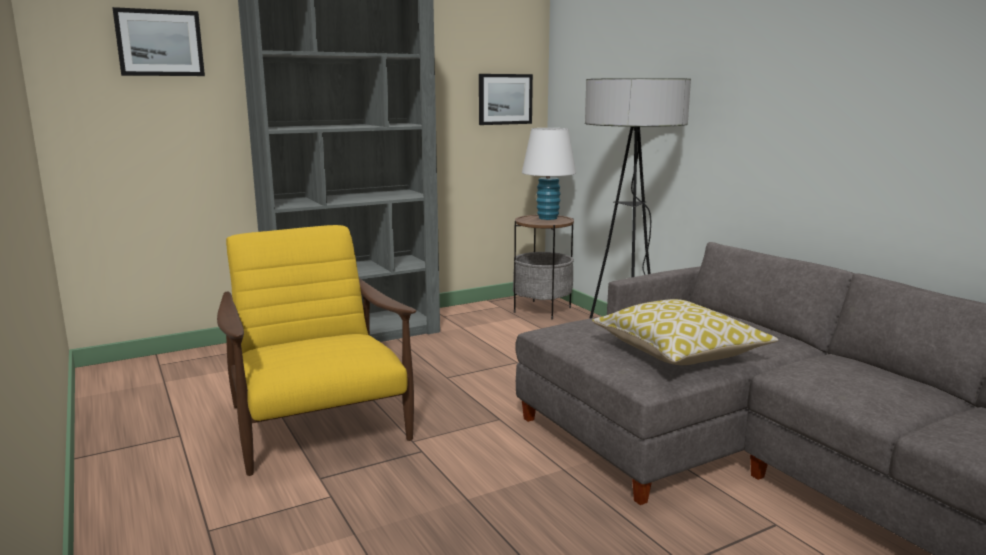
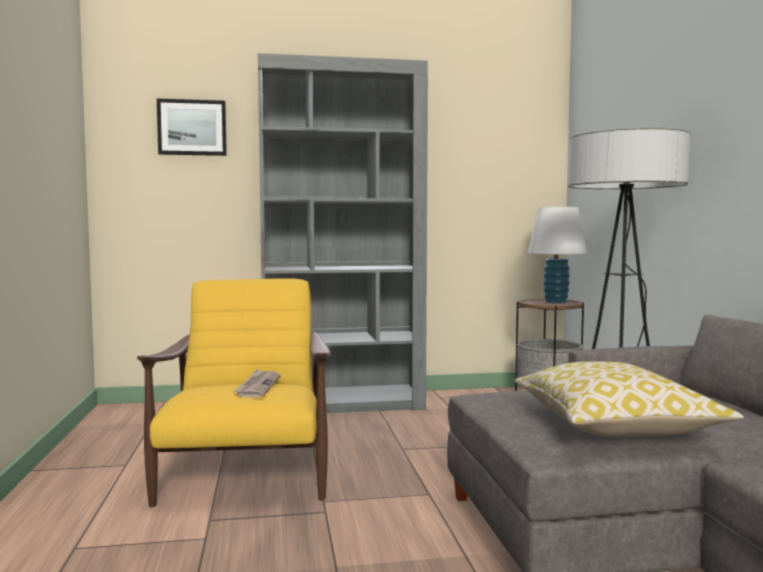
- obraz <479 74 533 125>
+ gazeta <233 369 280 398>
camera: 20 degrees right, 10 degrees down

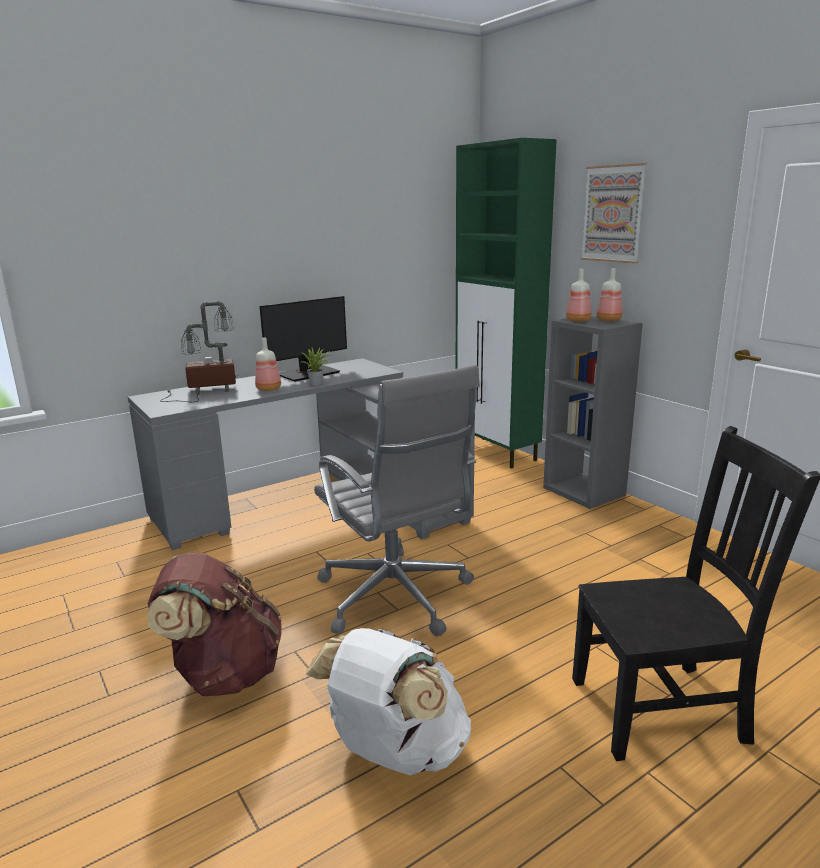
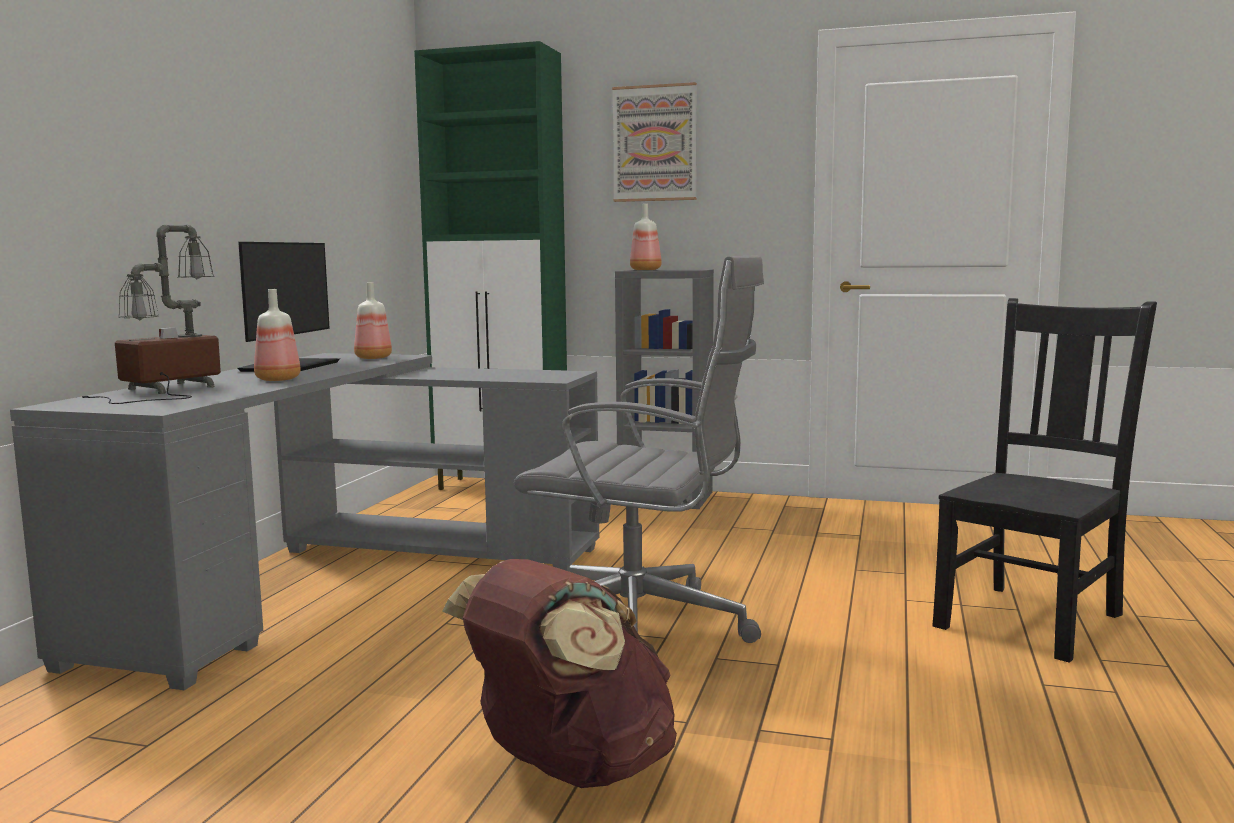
- roślina doniczkowa <301 348 330 386>
- plecak (biały) <306 628 471 775>
~ butelka <597 268 622 321> to <354 282 392 359>
camera: 40 degrees left, 10 degrees down

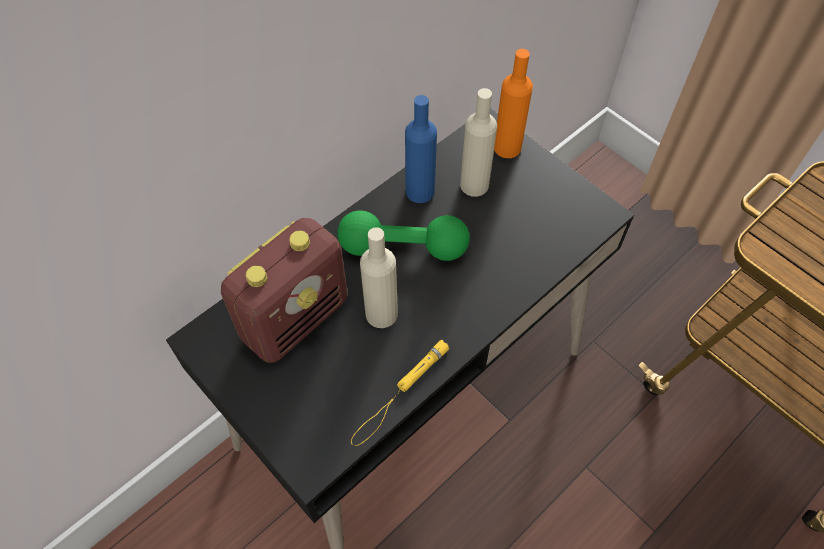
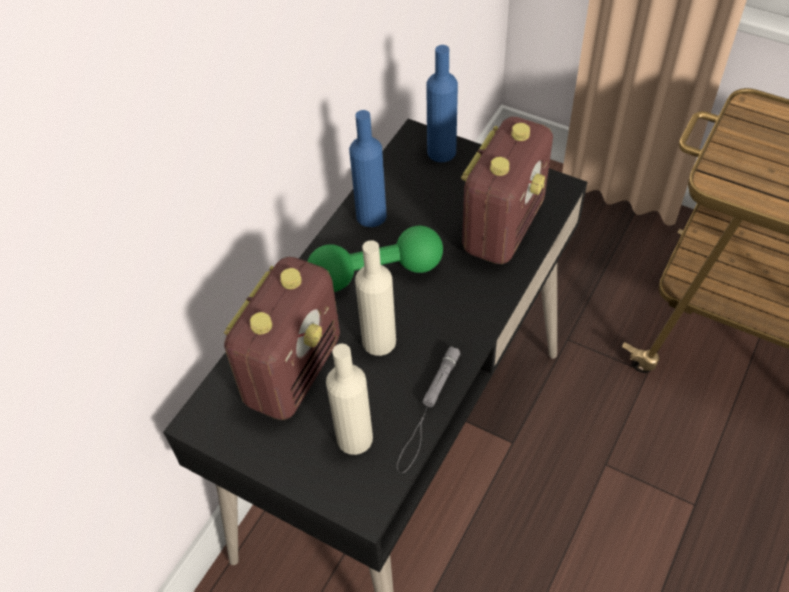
~ latarka (żółty) <351 340 449 446> to latarka (szary) <397 346 461 473>
~ butelka (beżowy) <460 88 497 197> to <326 344 373 455>
~ butelka (pomarańczowy) <494 49 533 158> to butelka (niebieski) <426 45 458 162>
+ radio <461 117 553 264>
camera: 15 degrees left, 5 degrees down

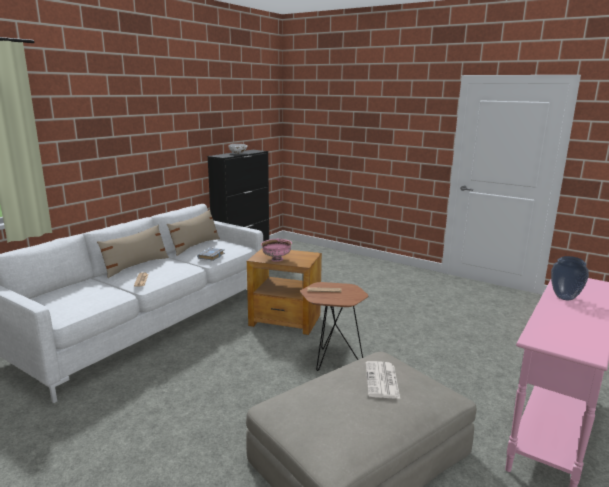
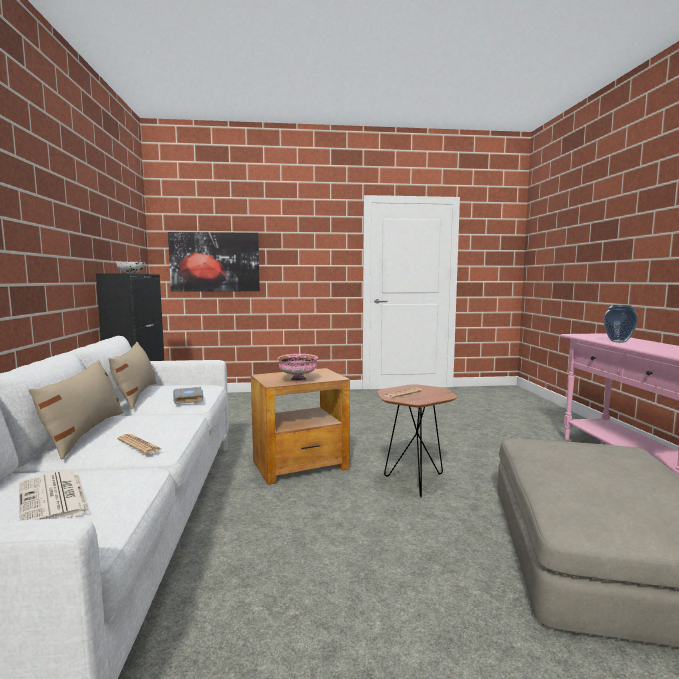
~ gazeta <366 361 400 399> to <19 470 90 520>
+ obraz <168 232 260 292>
camera: 40 degrees left, 10 degrees down

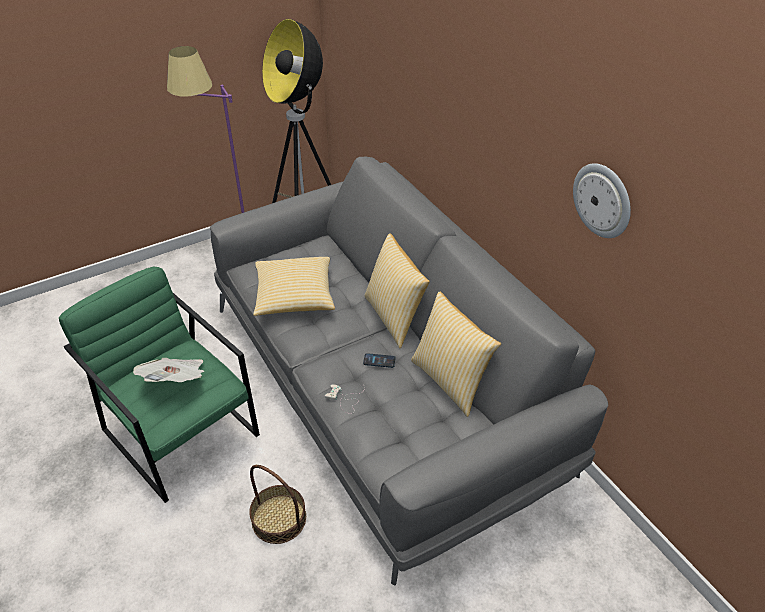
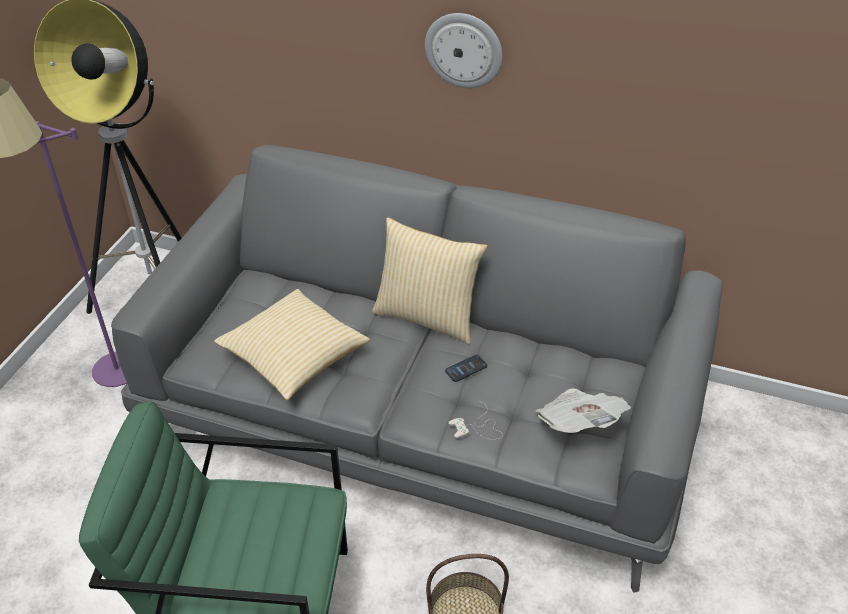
~ gazeta <133 358 204 382> to <535 388 631 433>
- poduszka <411 292 501 417>
~ zegar ścienny <573 163 631 238> to <425 13 503 88>
camera: 40 degrees left, 0 degrees up

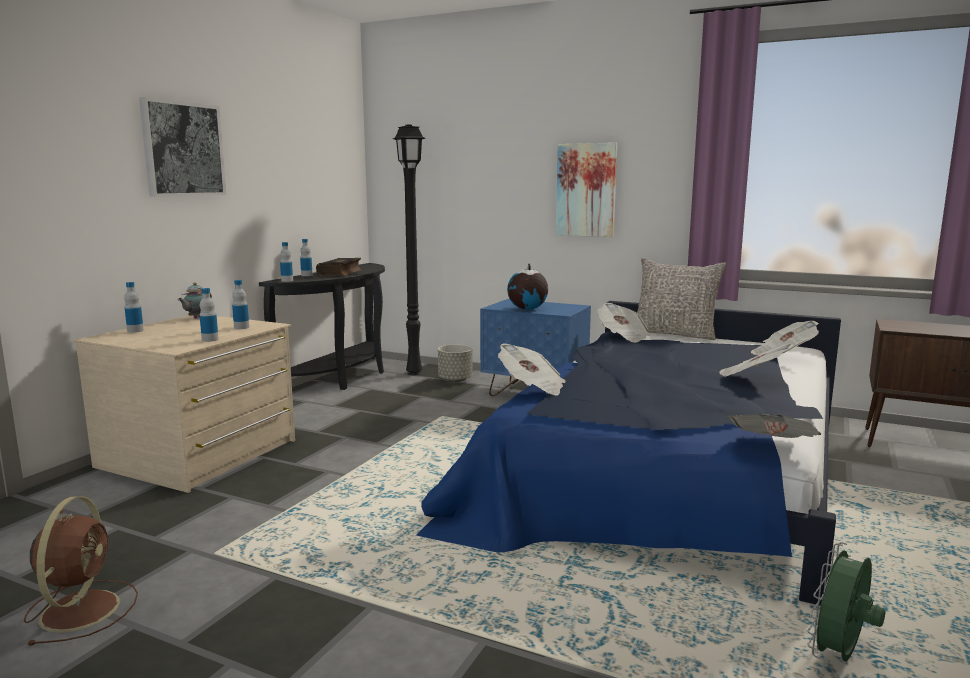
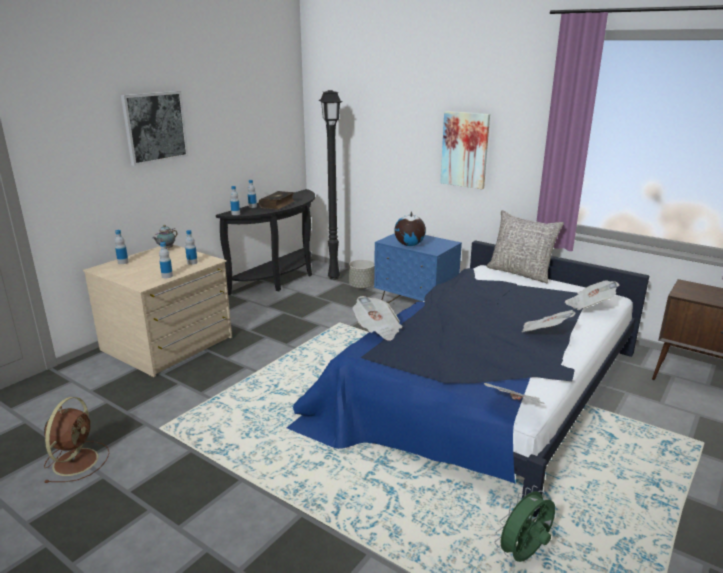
- gazeta <597 303 651 343>
camera: 10 degrees right, 10 degrees up

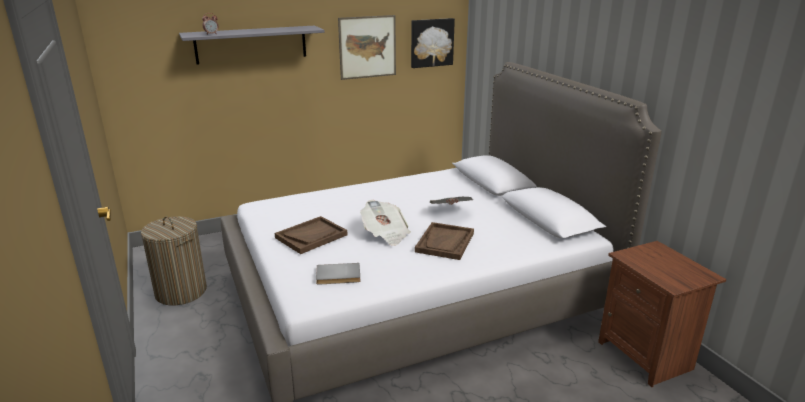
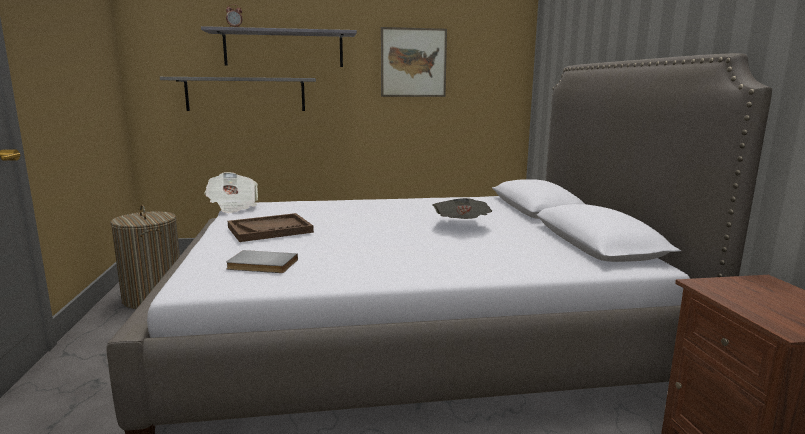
~ gazeta <360 200 411 246> to <204 172 258 213>
- obraz <411 18 455 68>
- taca (brązowy) <415 222 474 260>
+ półka (szary) <160 77 316 111>
camera: 15 degrees right, 10 degrees down

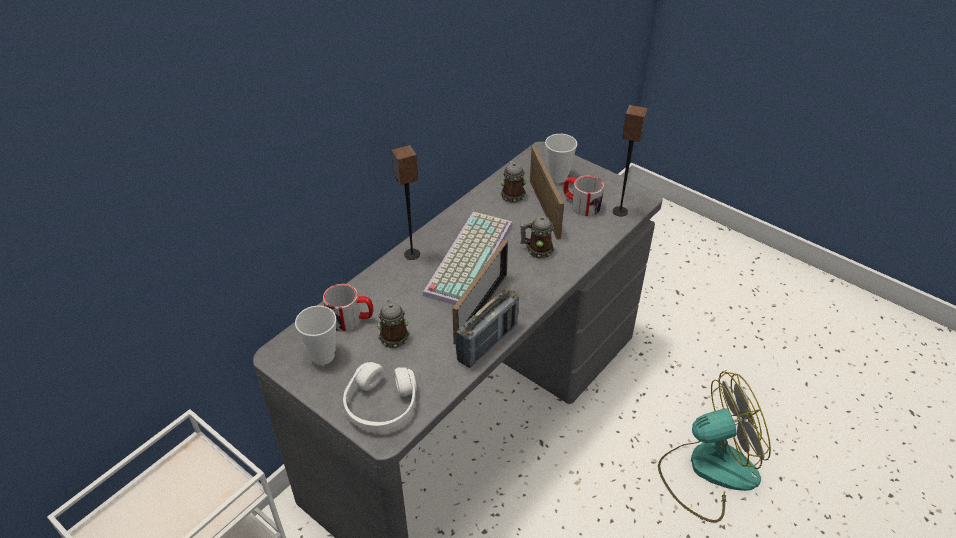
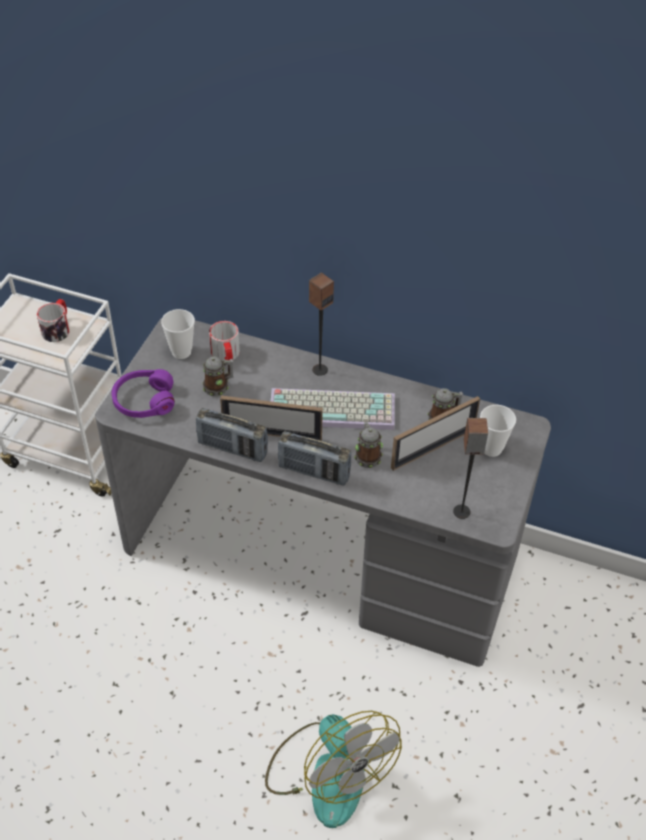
~ słuchawki (biały) <343 362 417 431> to słuchawki (fioletowy) <112 369 175 418>
~ kubek <563 176 604 217> to <37 299 70 342>
+ radio <278 431 351 486>
camera: 70 degrees right, 5 degrees up

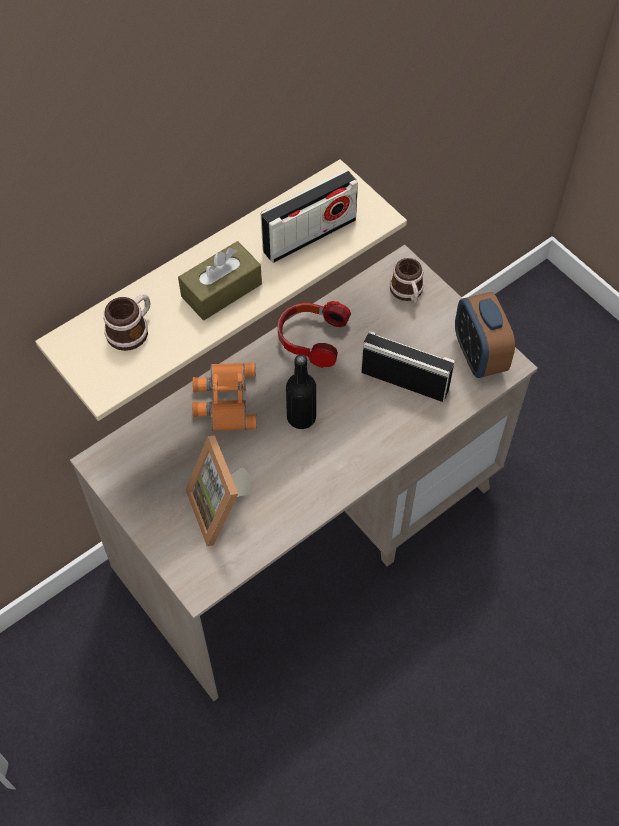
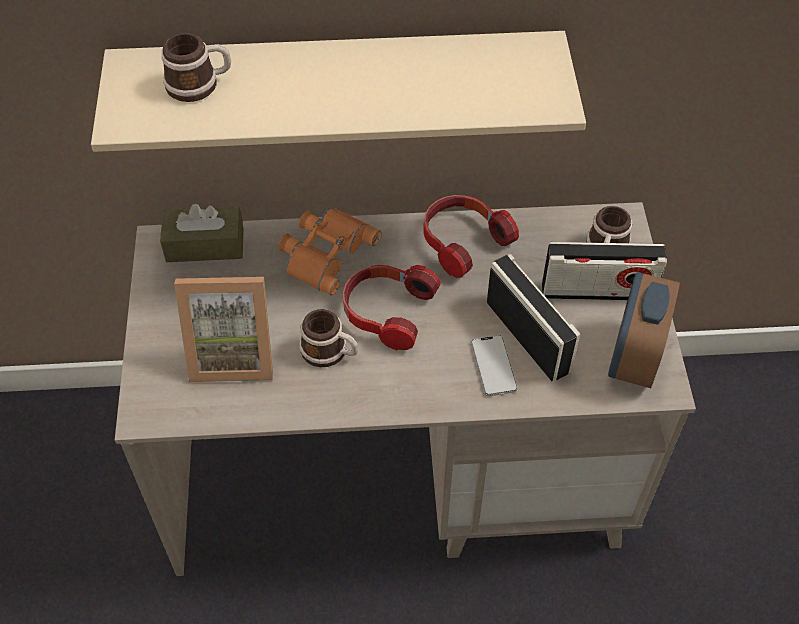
~ pudełko chusteczek (brązowy) <178 241 262 320> to <160 204 244 262>
~ ramka na zdjęcie <185 435 251 546> = <174 277 273 382> 105 degrees counterclockwise
~ radio <261 170 358 263> to <542 242 667 300>
~ butelka (czarny) <286 355 316 429> to słuchawki <343 265 441 350>
+ kubek <299 309 358 367>
+ telefon <471 335 517 397>
camera: 35 degrees right, 5 degrees down

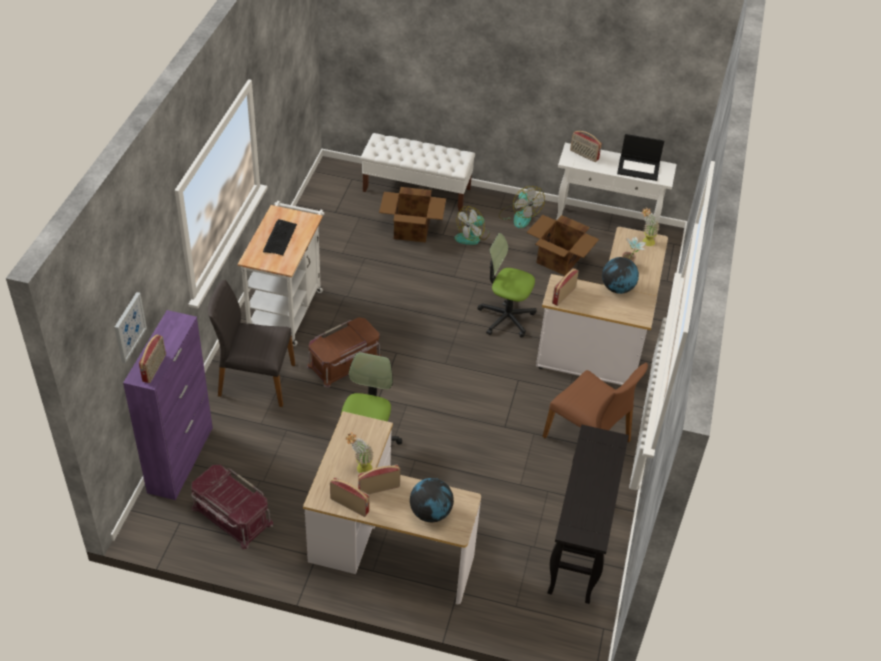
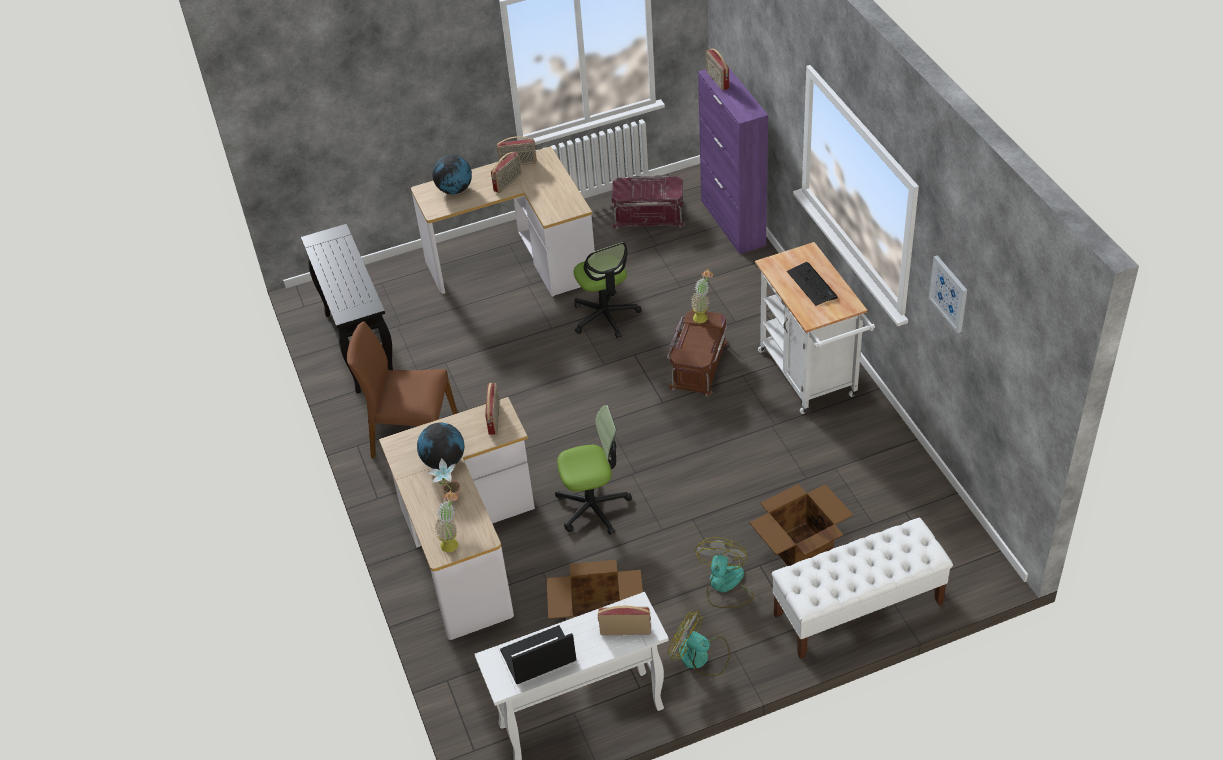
~ obraz <114 292 147 363> to <929 255 967 333>
- krzesło (szary) <208 280 295 407>
~ roślina doniczkowa <346 432 374 473> to <691 269 713 323>
camera: 150 degrees right, 0 degrees up

